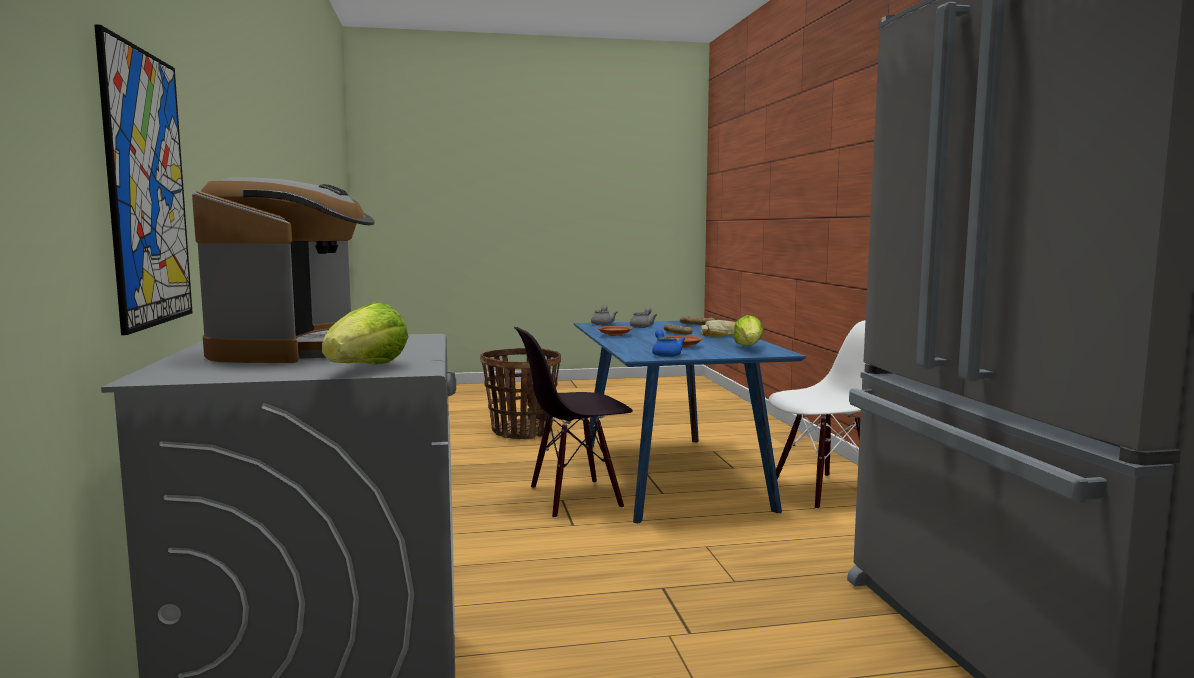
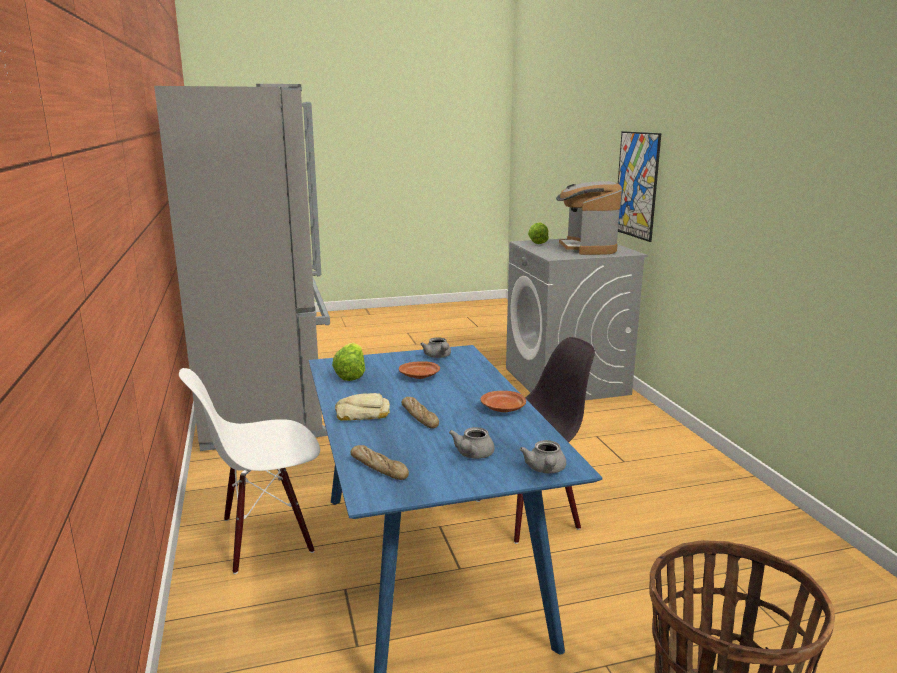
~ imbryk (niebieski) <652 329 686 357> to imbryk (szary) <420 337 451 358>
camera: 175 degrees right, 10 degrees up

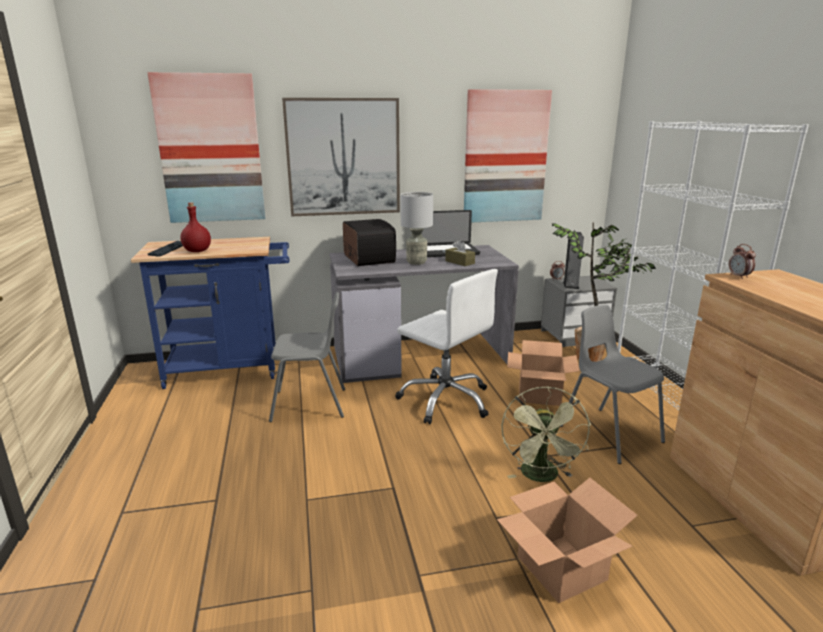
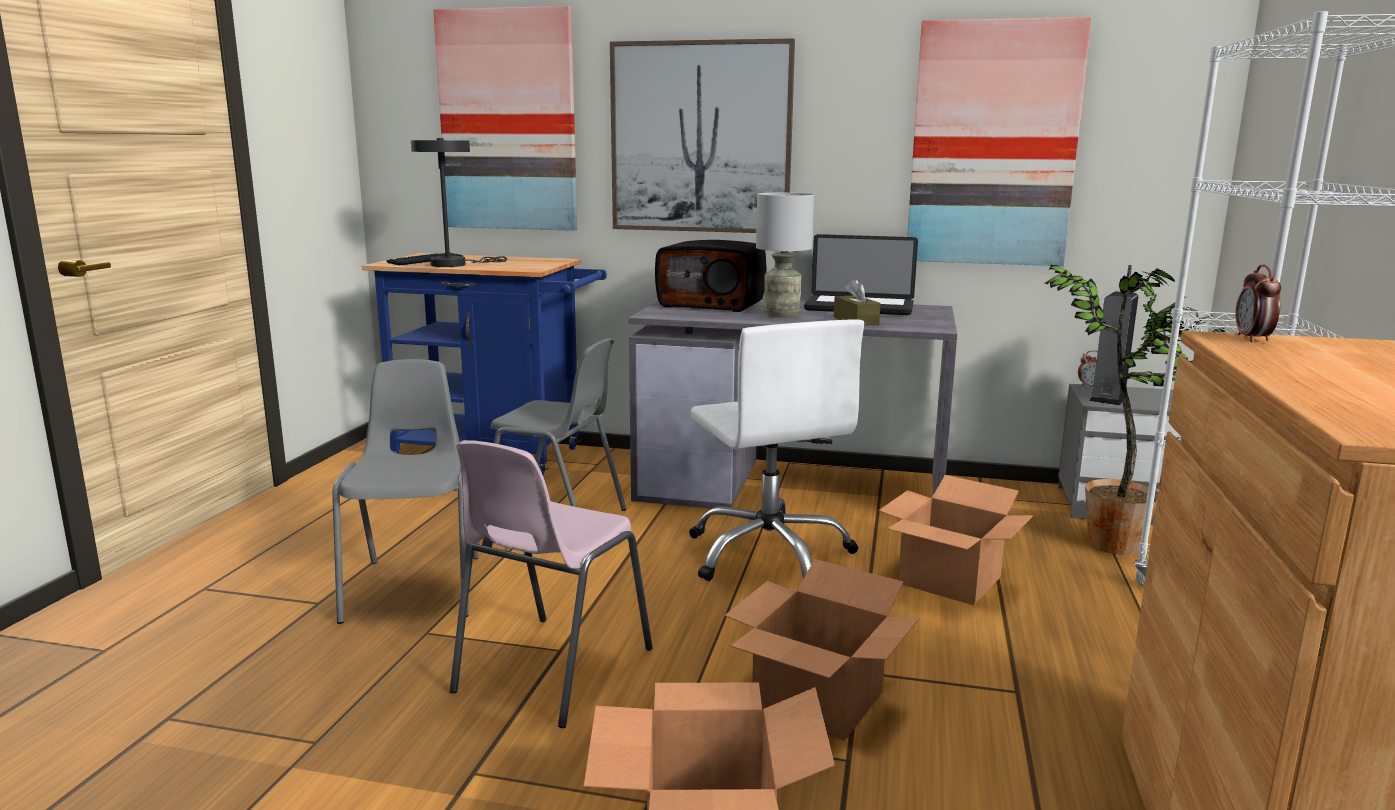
~ butelka (czerwony) <180 202 211 252> to lampa stołowa (szary) <411 138 507 267>
~ radio <343 219 396 266> = <655 240 766 312> 105 degrees clockwise
~ wentylator (zielony) <501 387 591 482> to karton <725 559 920 741>
~ krzesło (szary) <560 305 665 464> to <332 359 478 624>
+ krzesło (różowy) <450 440 653 728>
camera: 25 degrees right, 5 degrees down

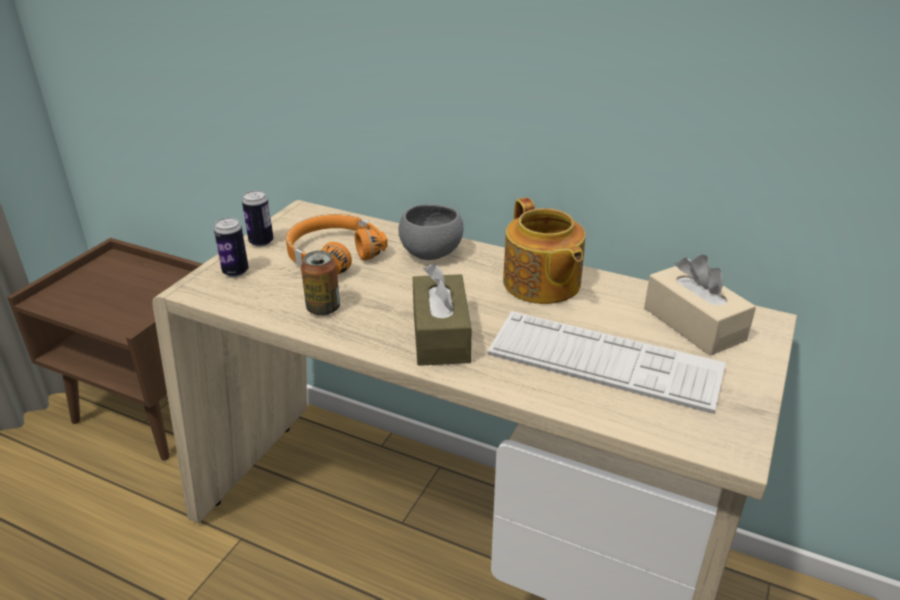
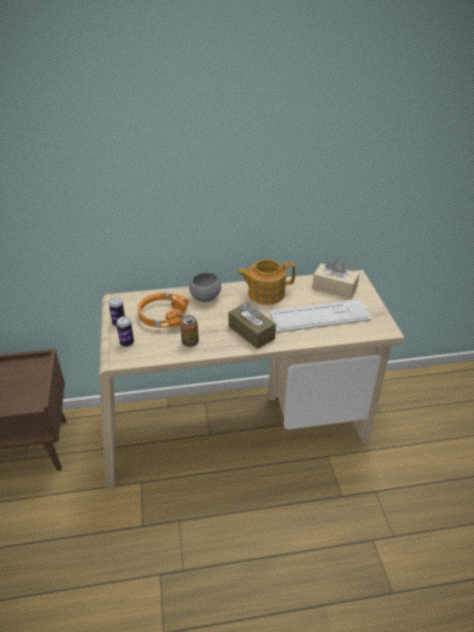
~ imbryk <503 198 585 304> = <237 259 296 305> 135 degrees clockwise
camera: 35 degrees left, 5 degrees up

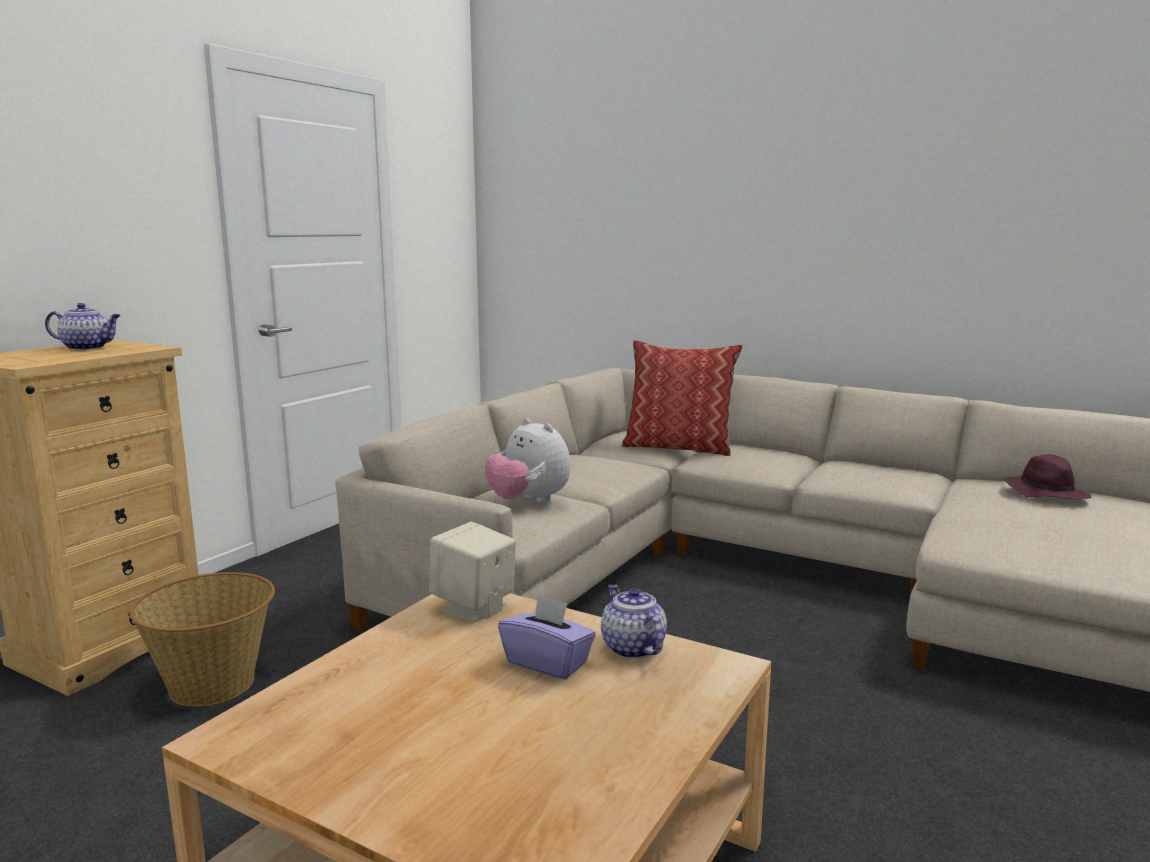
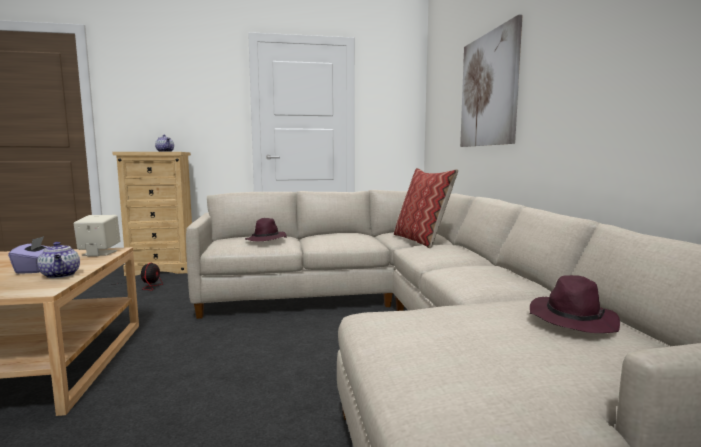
~ koszyk <129 572 275 707> to wentylator <120 263 163 291>
~ pluszak <485 418 571 503> to kapelusz (fioletowy) <245 218 287 242>
~ imbryk <601 584 667 659> = <37 242 80 278> 120 degrees clockwise
+ obraz <460 15 523 147>
camera: 50 degrees right, 5 degrees down

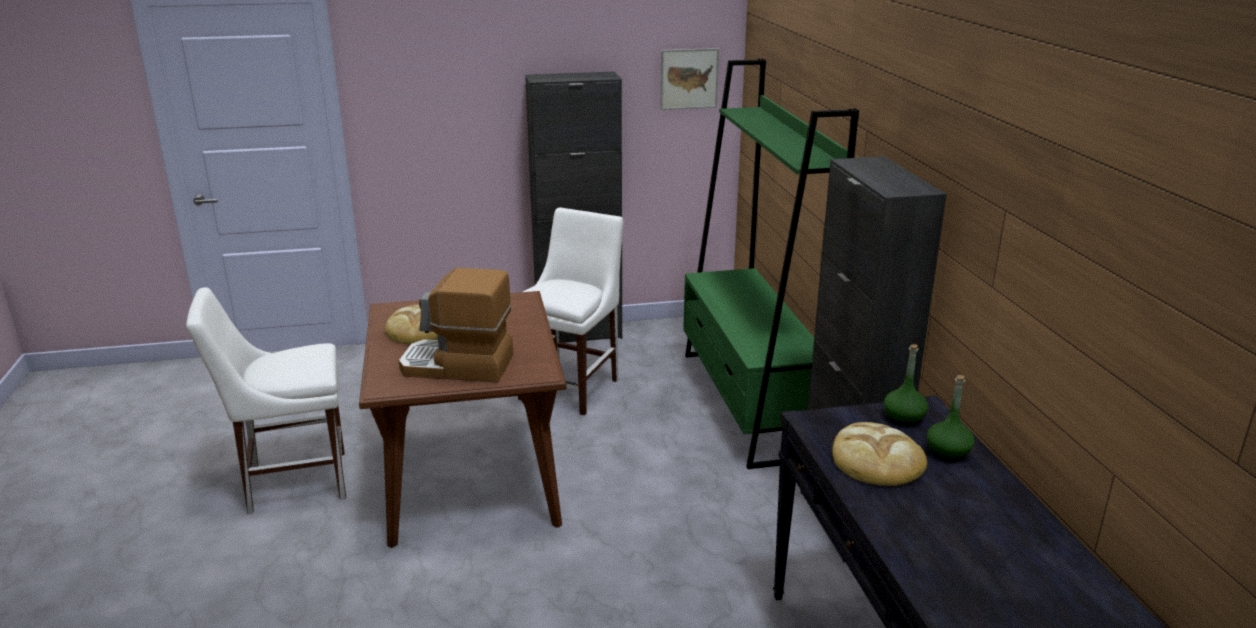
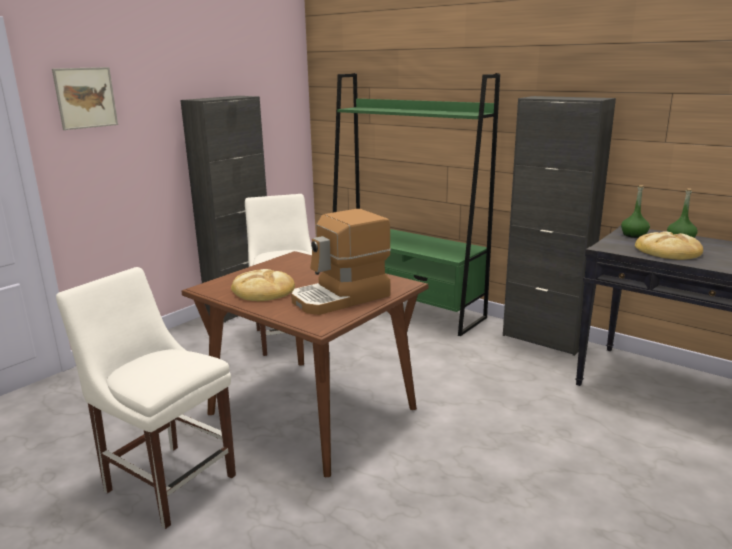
~ krzesło (biały) <186 287 346 514> = <56 267 236 529> 90 degrees clockwise
~ obraz <660 48 719 110> to <52 67 118 130>
camera: 40 degrees left, 5 degrees down

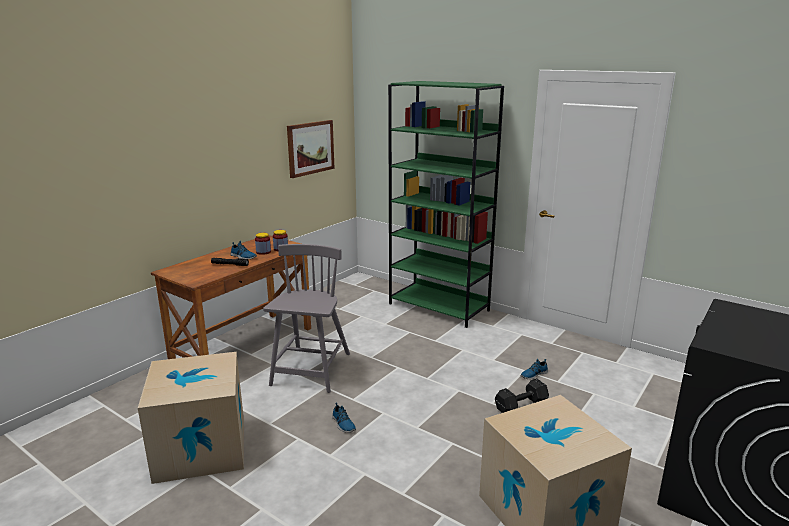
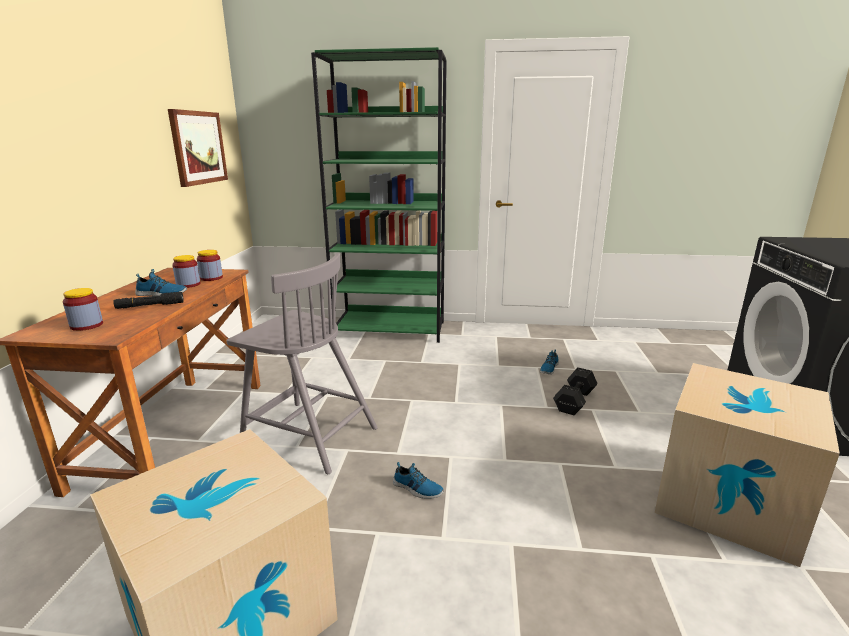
~ krzesło (szary) <263 244 350 393> = <227 253 378 474> 135 degrees clockwise
+ słoik <63 288 103 331>
camera: 30 degrees left, 0 degrees up

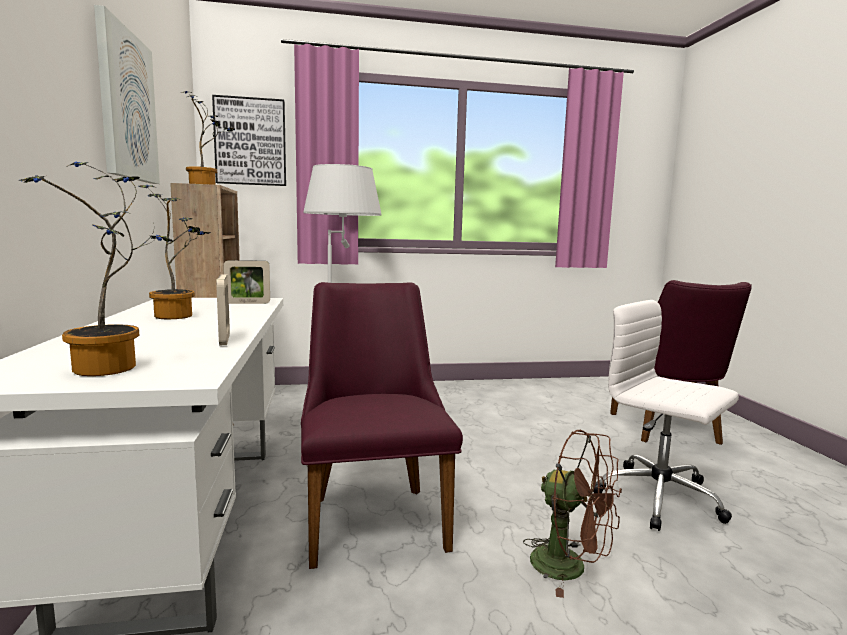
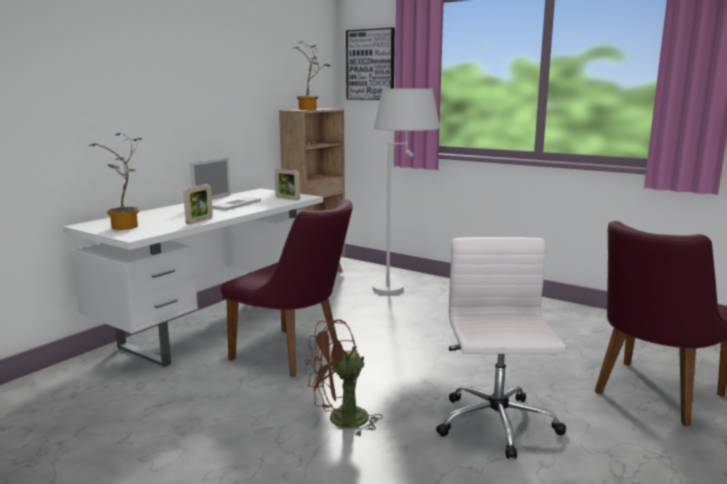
- obraz <94 5 160 184>
~ roślina doniczkowa <138 185 210 319> to laptop <190 157 261 210>
~ krzesło (fioletowy) <301 282 463 569> = <221 199 353 377> 90 degrees clockwise
~ wentylator (brązowy) <523 430 622 598> = <306 319 382 436> 75 degrees clockwise
camera: 45 degrees right, 5 degrees up

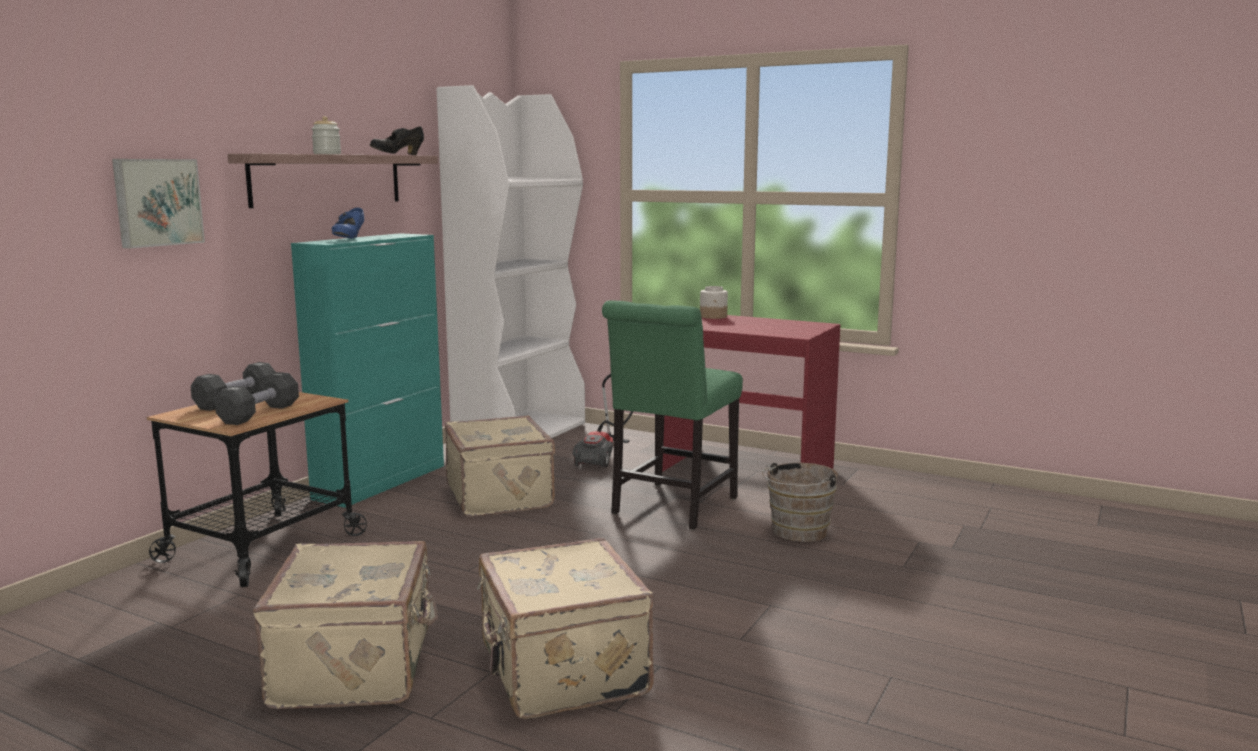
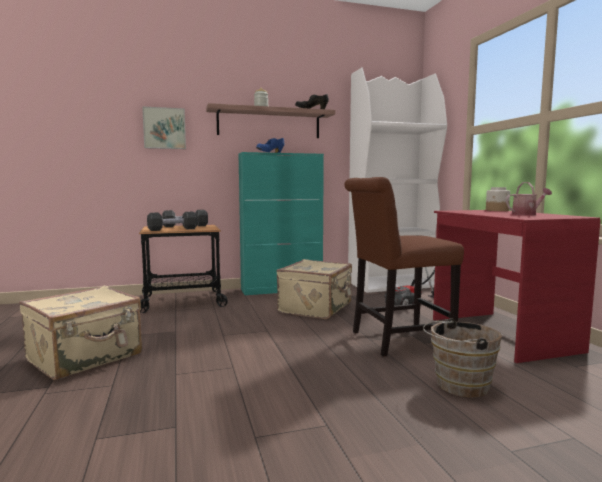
- walizka (beżowy) <477 538 654 719>
~ krzesło (zielony) <602 300 743 530> to krzesło (brązowy) <344 177 464 357>
+ konewka <506 182 552 215>
camera: 45 degrees right, 5 degrees down

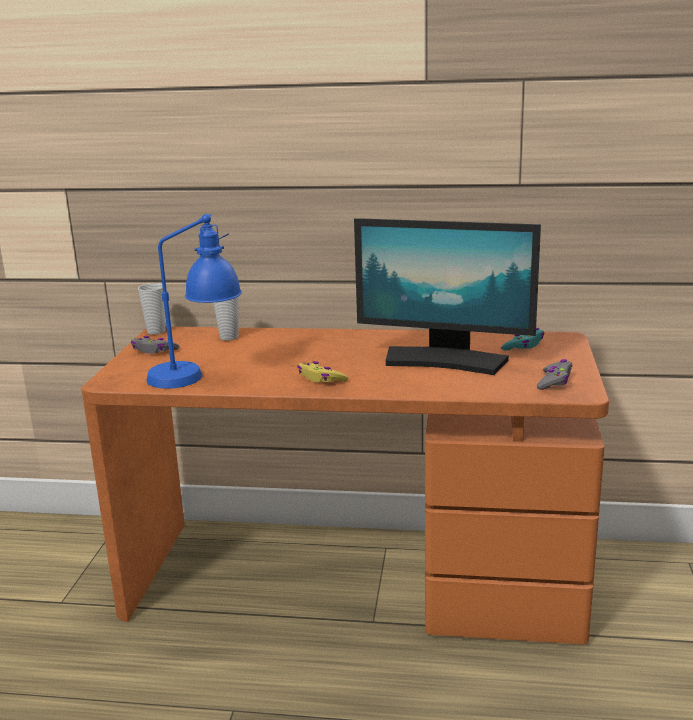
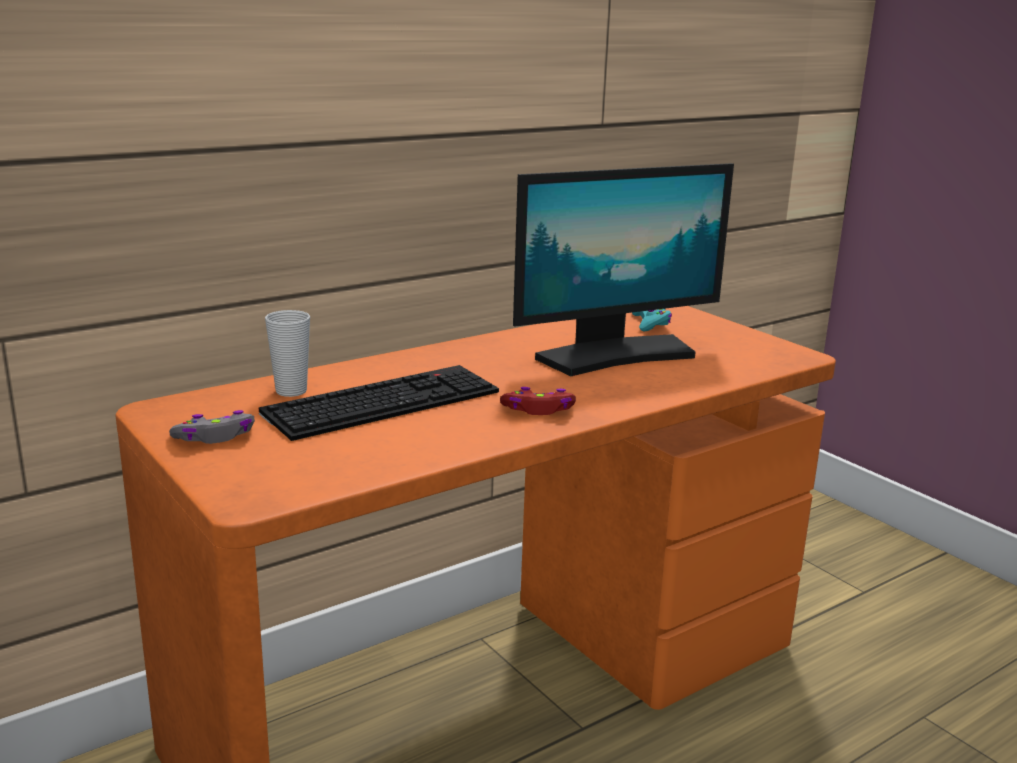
- filiżanka <138 283 165 334>
- lampa stołowa (niebieski) <146 214 242 389>
~ pad do gier (żółty) <297 361 349 383> to pad do gier (czerwony) <500 387 576 415>
- pad do gier (szary) <537 359 572 390>
+ klawiatura <259 365 499 441>
camera: 45 degrees left, 0 degrees up

